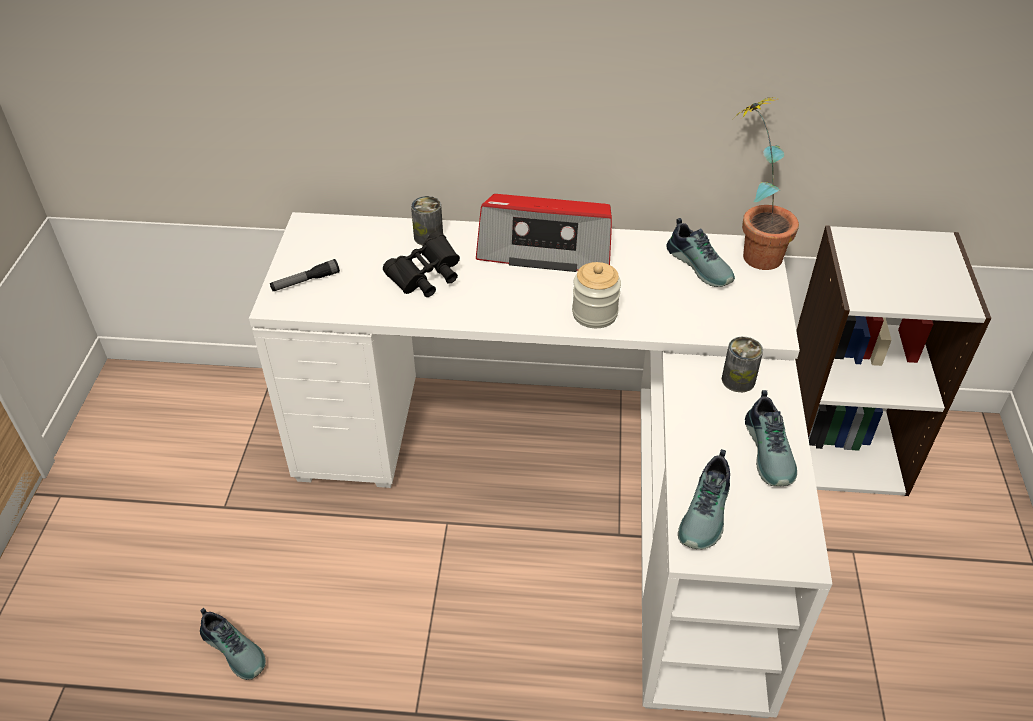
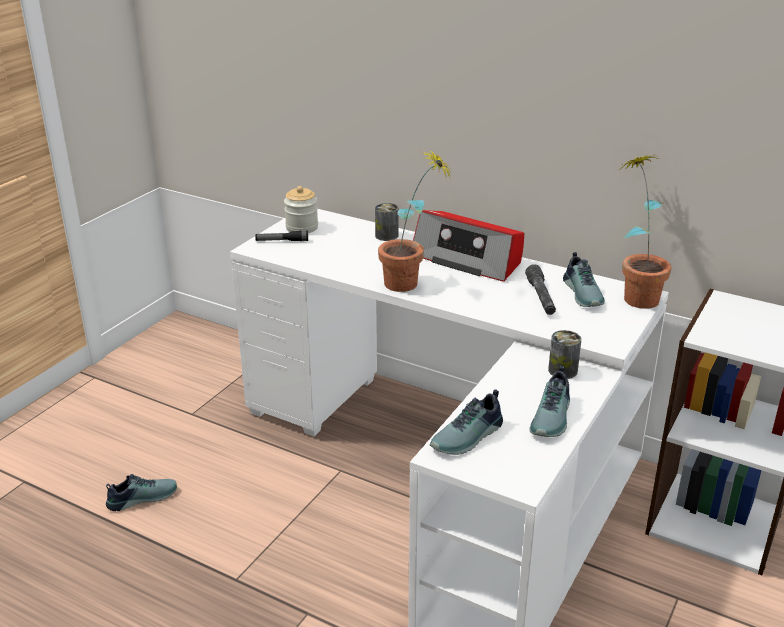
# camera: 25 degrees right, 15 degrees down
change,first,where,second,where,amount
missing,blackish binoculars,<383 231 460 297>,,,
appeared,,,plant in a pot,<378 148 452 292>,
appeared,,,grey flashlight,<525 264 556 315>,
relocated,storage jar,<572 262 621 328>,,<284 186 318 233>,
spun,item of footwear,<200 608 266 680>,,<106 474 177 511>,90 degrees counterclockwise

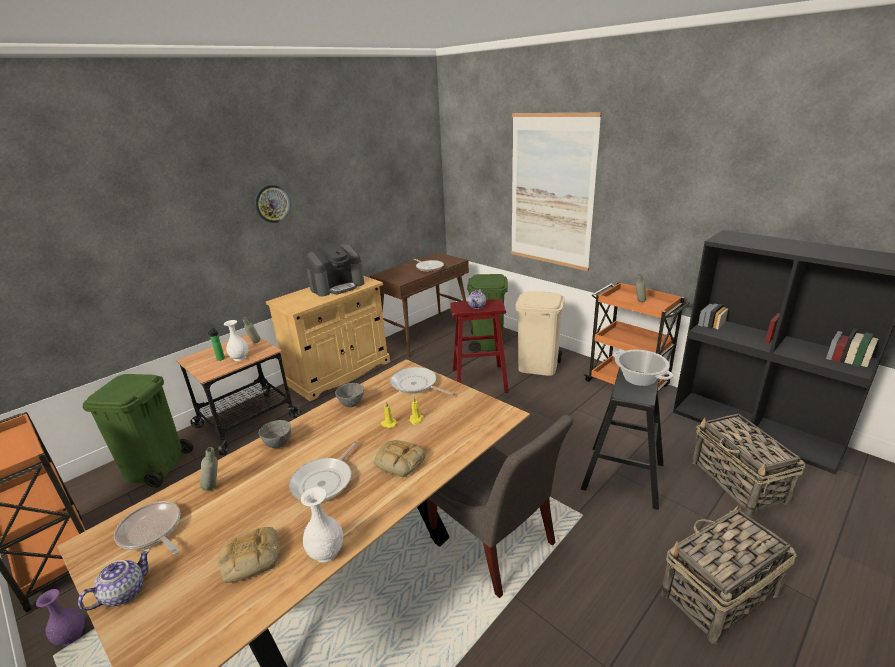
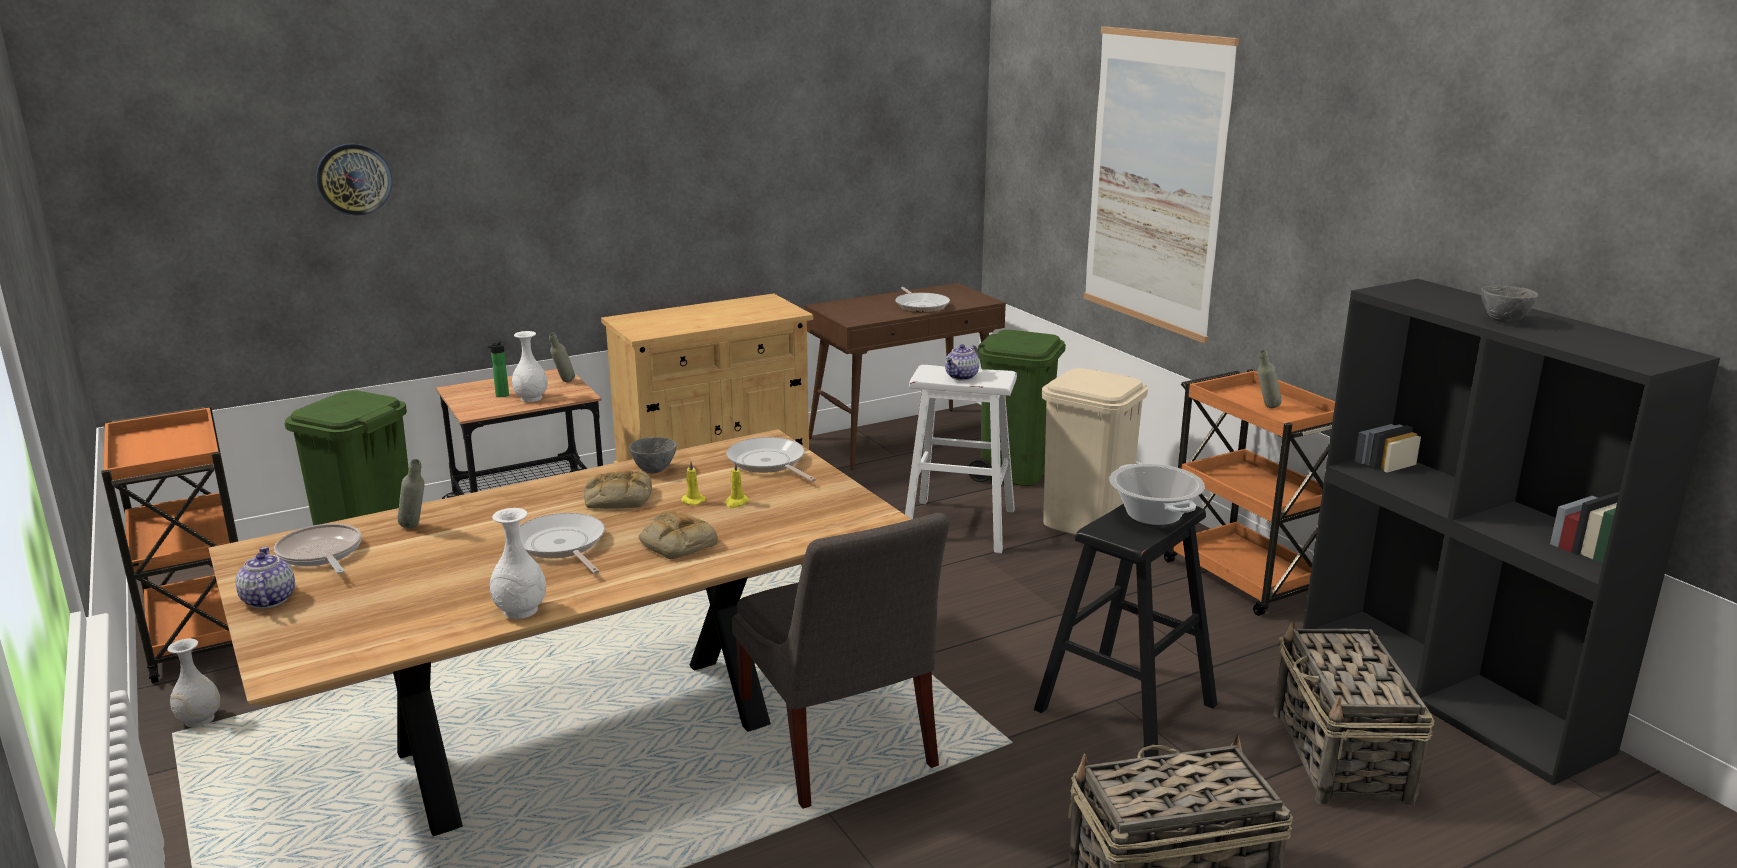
# camera: 15 degrees right, 5 degrees down
change,first,where,second,where,amount
missing,coffee maker,<305 243 364 296>,,,
relocated,bread,<219 527 279 583>,,<584 470 652 509>,
relocated,hanging clock,<255 185 291 223>,,<316 143 392 216>,
relocated,grey deep dish,<259 420 291 448>,,<1481 286 1538 323>,
colour,purple decorative vase,<36 589 85 646>,whitish decorative vase,<168 638 220 728>,
colour,red stool,<451 299 509 393>,whitish stool,<905 365 1017 553>,
spun,pot for tea,<78 549 150 611>,,<235 547 295 609>,75 degrees counterclockwise
spun,skillet,<289 440 359 501>,,<519 513 605 574>,105 degrees clockwise

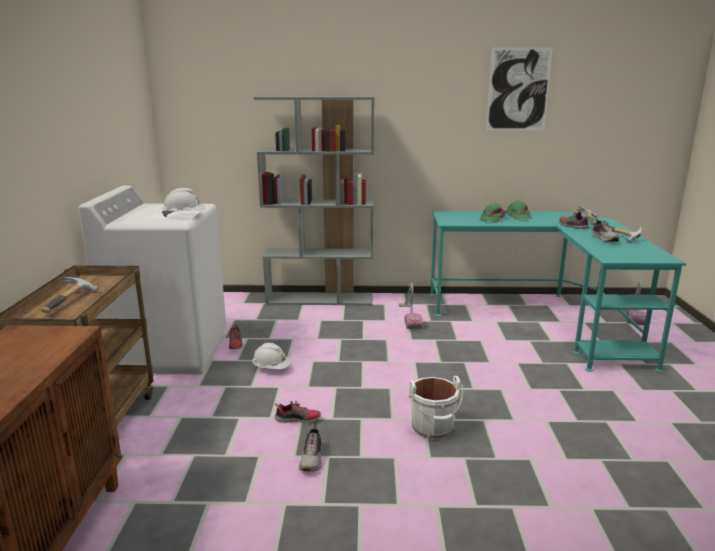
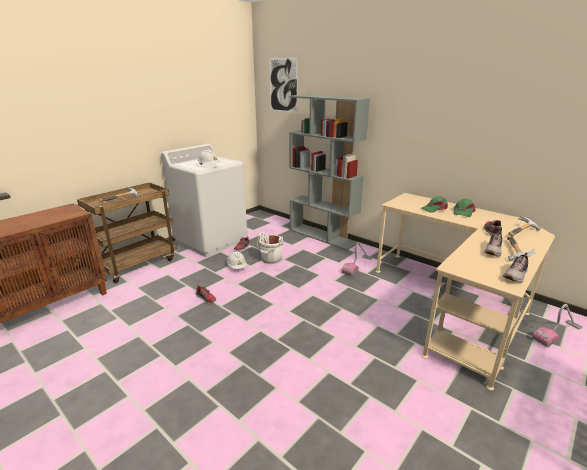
# camera: 40 degrees right, 5 degrees up
change,first,where,second,where,amount
relocated,item of footwear,<299 424 322 471>,,<503 253 528 283>,
relocated,whitish water bucket,<409 376 463 440>,,<257 232 283 264>,
relocated,wall art,<486 47 553 130>,,<269 57 298 113>,
colour,blue-green desk unit,<429 211 686 372>,sand-coloured desk unit,<376 193 555 391>,

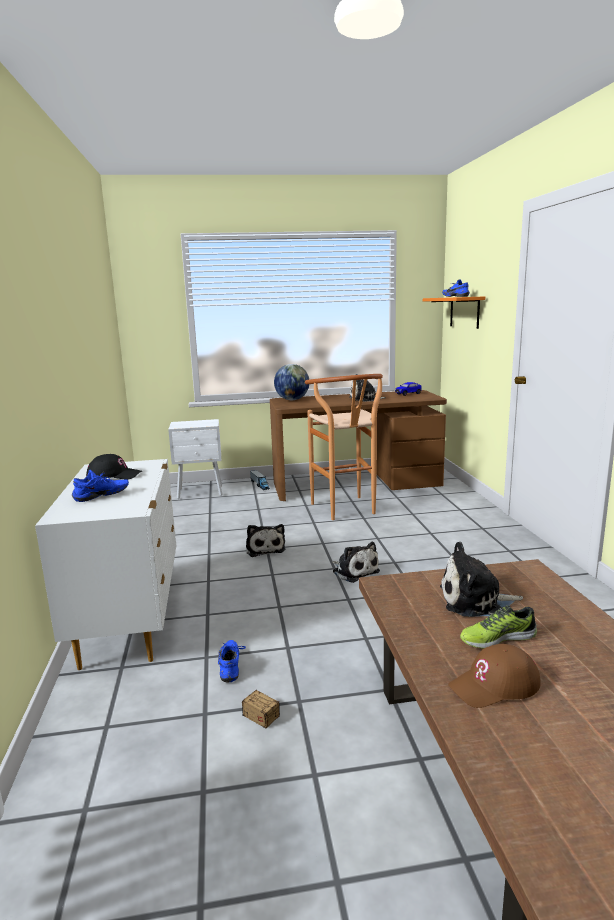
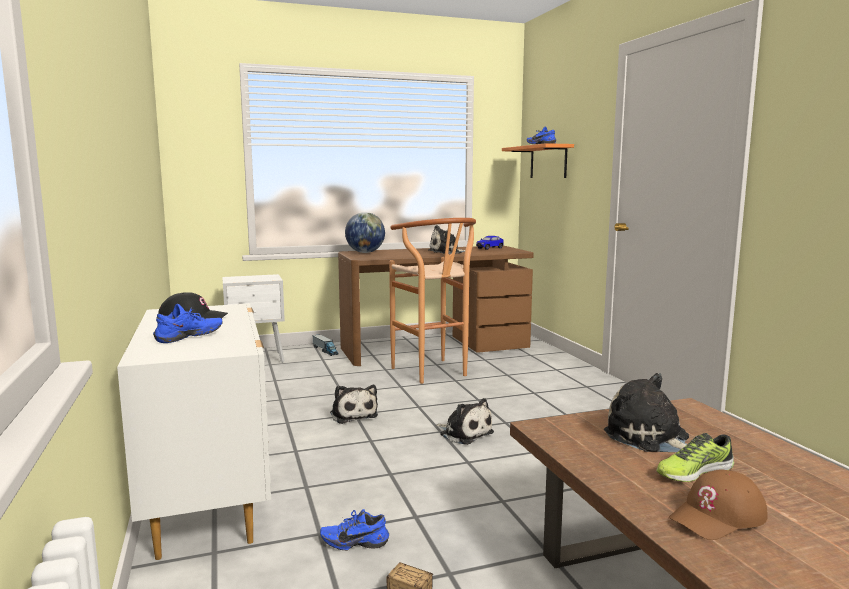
# camera: 10 degrees left, 5 degrees down
change,first,where,second,where,amount
spun,bluish item of footwear,<218 640 246 683>,,<320 509 389 551>,75 degrees counterclockwise
spun,plush toy,<440 542 523 617>,,<604 373 689 452>,60 degrees clockwise

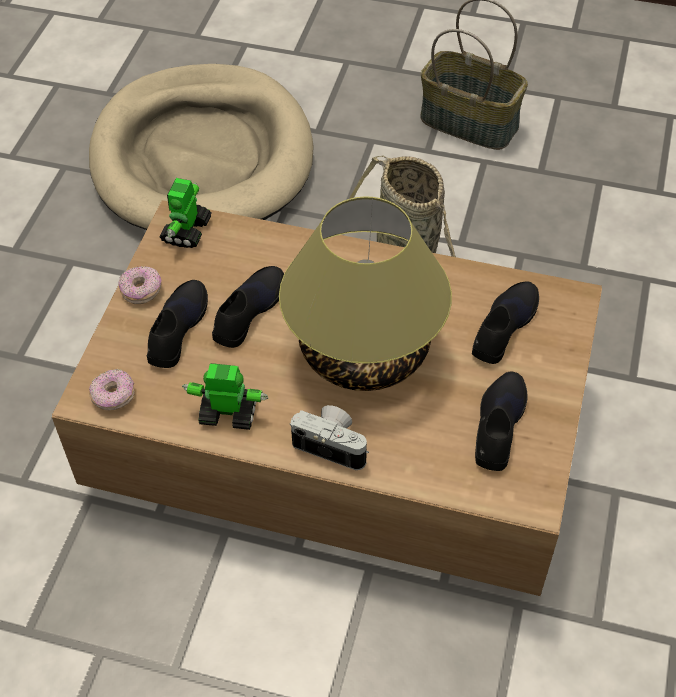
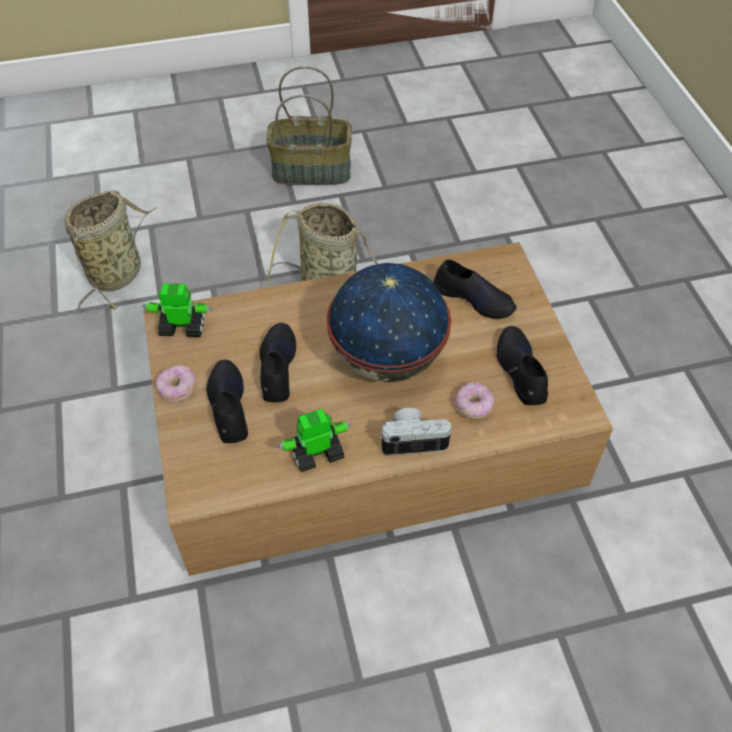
# camera: 30 degrees left, 0 degrees up
change,first,where,second,where,amount
relocated,doughnut,<89 369 135 410>,,<455 383 494 419>,
exchanged,sand-coloured dog cushion,<89 64 314 230>,basket,<65 191 157 314>,
exchanged,table lamp,<279 196 452 391>,world globe,<327 263 451 382>,
spun,toy robot,<160 178 212 248>,,<143 284 213 337>,105 degrees clockwise
spun,blackish item of footwear,<472 281 539 364>,,<433 260 517 319>,120 degrees clockwise

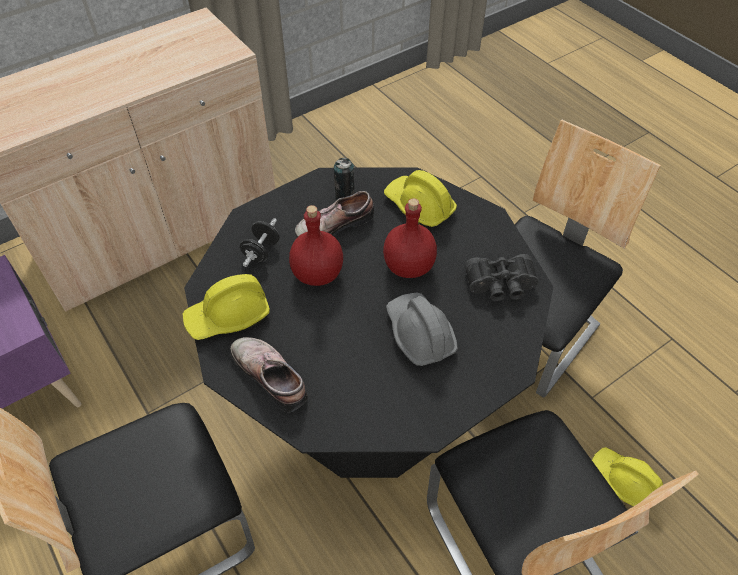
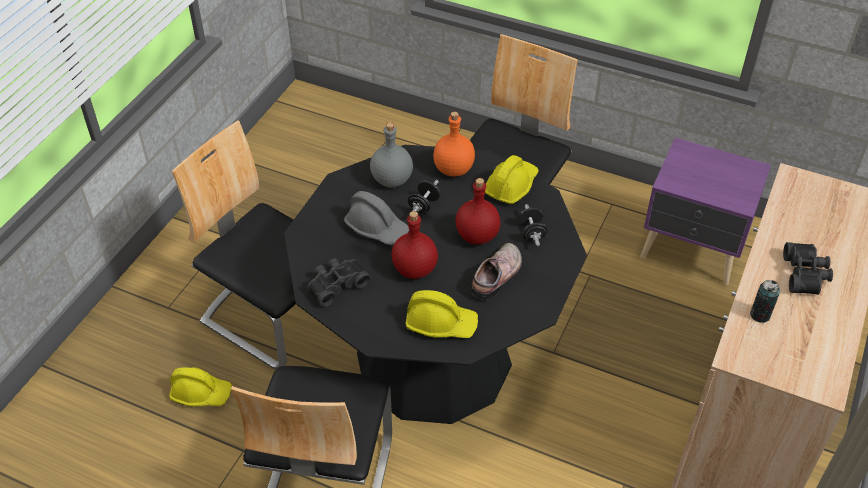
# camera: 150 degrees right, 5 degrees down
change,first,where,second,where,amount
appeared,,,grey drink bottle,<370 122 413 188>,
appeared,,,blackish free weight,<408 180 440 214>,
appeared,,,blackish binoculars,<783 242 833 295>,
relocated,metal can,<334 158 354 200>,,<750 280 780 323>,
exchanged,item of footwear,<230 337 308 412>,orange-coloured drink bottle,<433 112 475 177>,

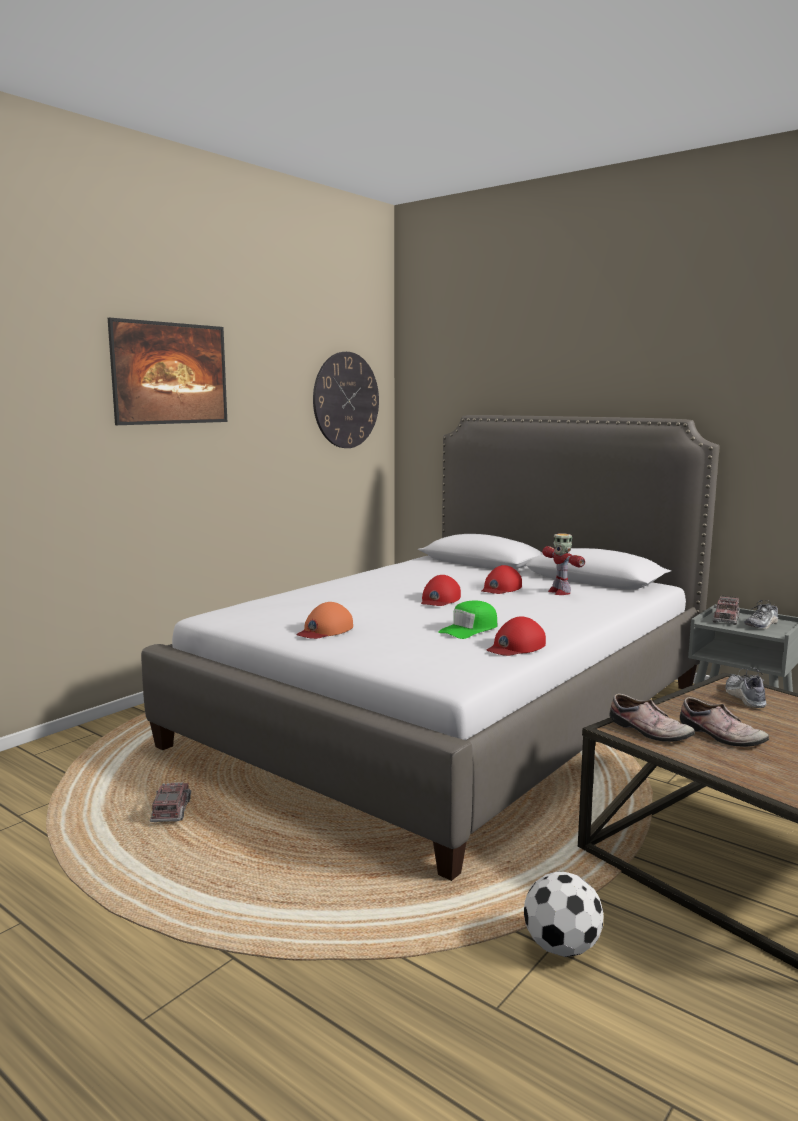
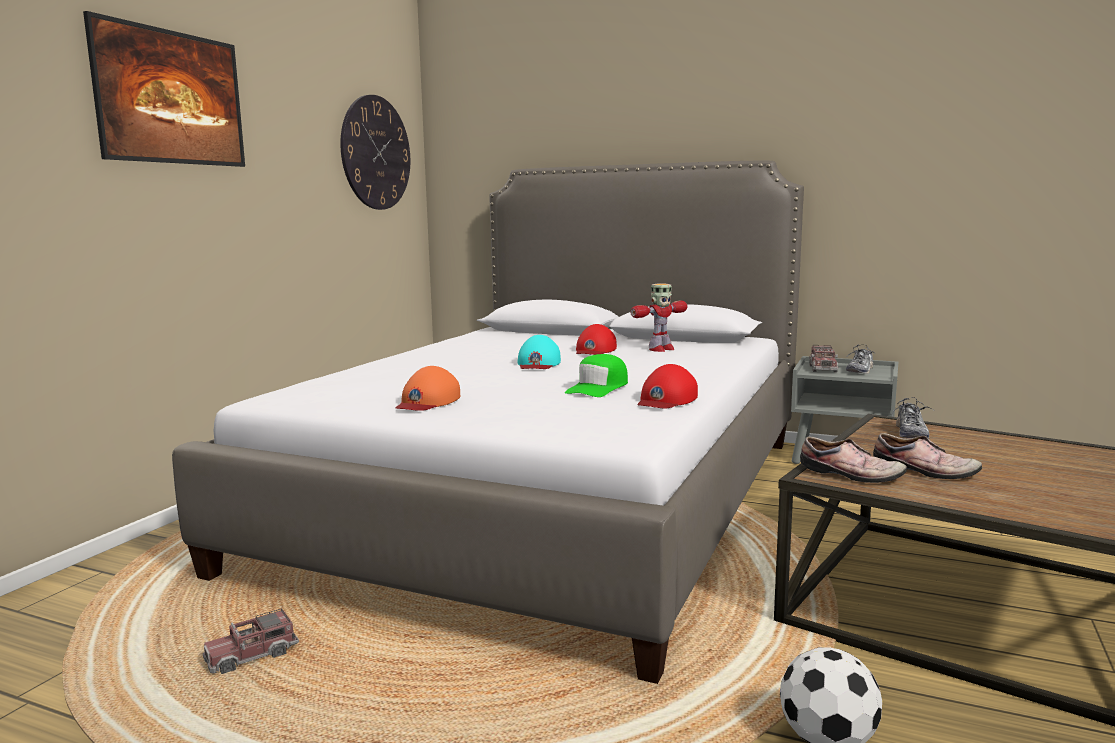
# camera: 15 degrees left, 0 degrees up
change,first,where,second,where,amount
colour,red peaked cap,<421 575 461 606>,blue-green peaked cap,<517 335 561 369>,
spun,model truck,<150 782 191 822>,,<203 609 299 674>,105 degrees counterclockwise
spun,toy robot,<542 534 585 595>,,<630 283 688 352>,90 degrees counterclockwise
spun,item of footwear,<725 667 767 708>,,<892 397 933 439>,150 degrees counterclockwise

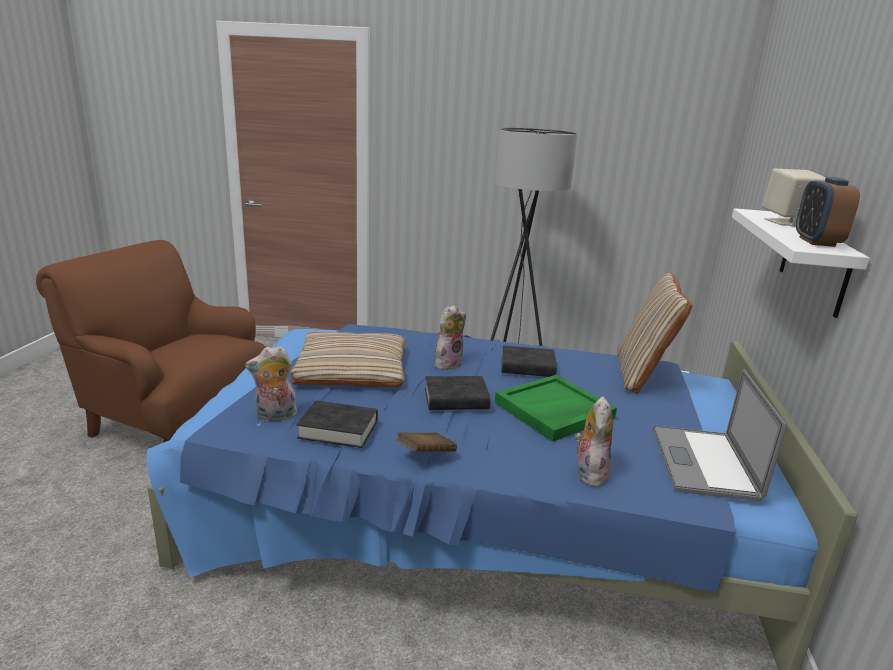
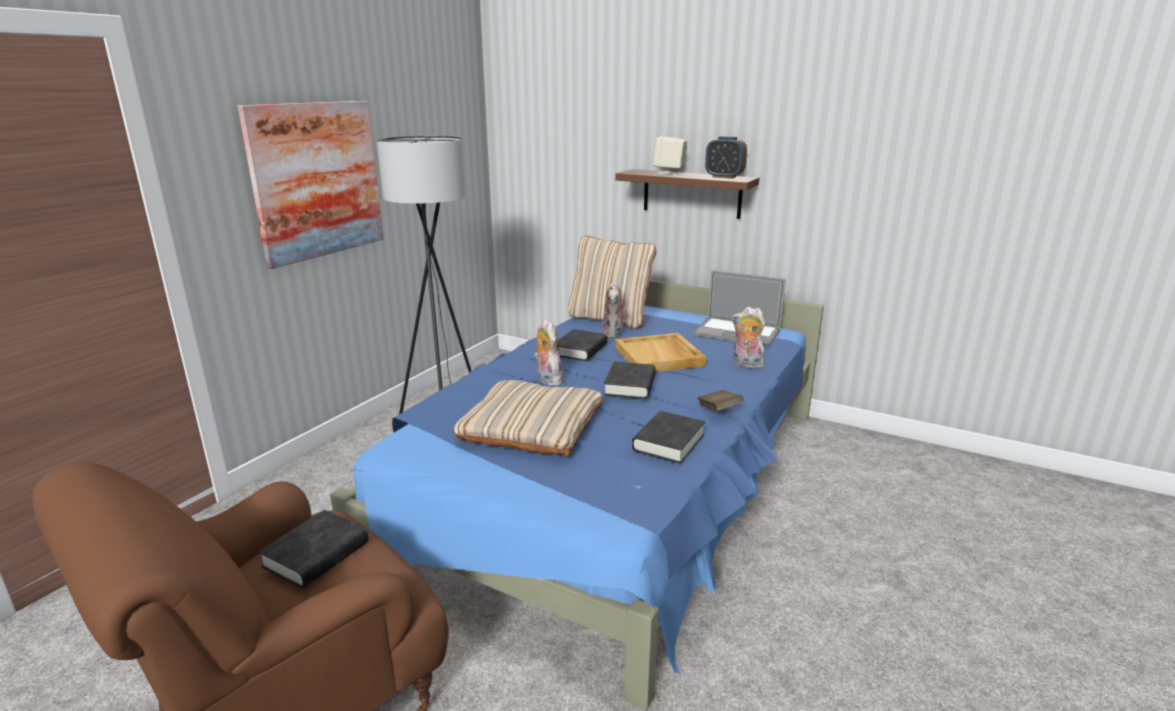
# camera: 70 degrees left, 0 degrees up
change,first,where,second,where,amount
appeared,,,wall art,<238 101 383 269>,
appeared,,,blackish book,<258 510 369 588>,
relocated,plush toy,<245 346 297 421>,,<602 281 627 339>,
colour,greenish serving tray,<495 375 617 442>,sand-coloured serving tray,<615 333 706 372>,
colour,whitish wall shelf,<732 208 870 318>,brownish wall shelf,<615 169 759 219>,

